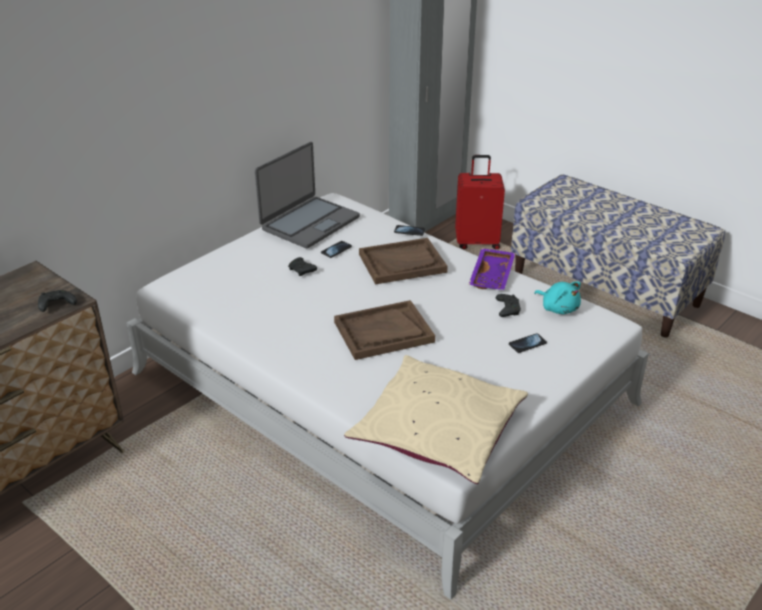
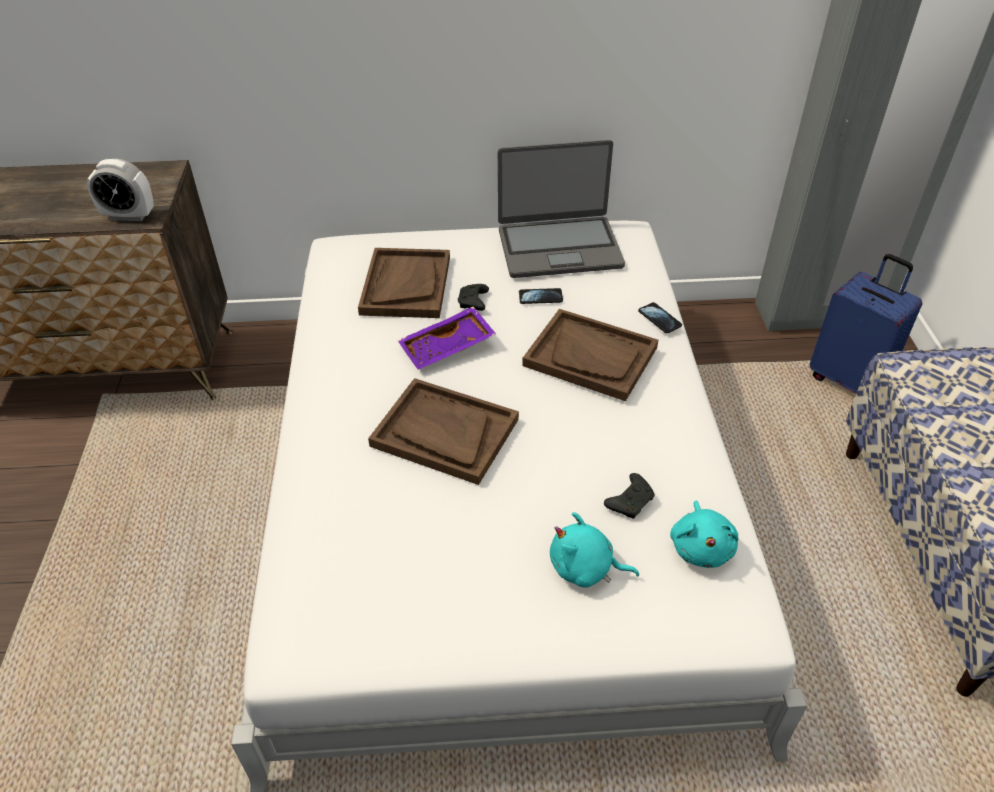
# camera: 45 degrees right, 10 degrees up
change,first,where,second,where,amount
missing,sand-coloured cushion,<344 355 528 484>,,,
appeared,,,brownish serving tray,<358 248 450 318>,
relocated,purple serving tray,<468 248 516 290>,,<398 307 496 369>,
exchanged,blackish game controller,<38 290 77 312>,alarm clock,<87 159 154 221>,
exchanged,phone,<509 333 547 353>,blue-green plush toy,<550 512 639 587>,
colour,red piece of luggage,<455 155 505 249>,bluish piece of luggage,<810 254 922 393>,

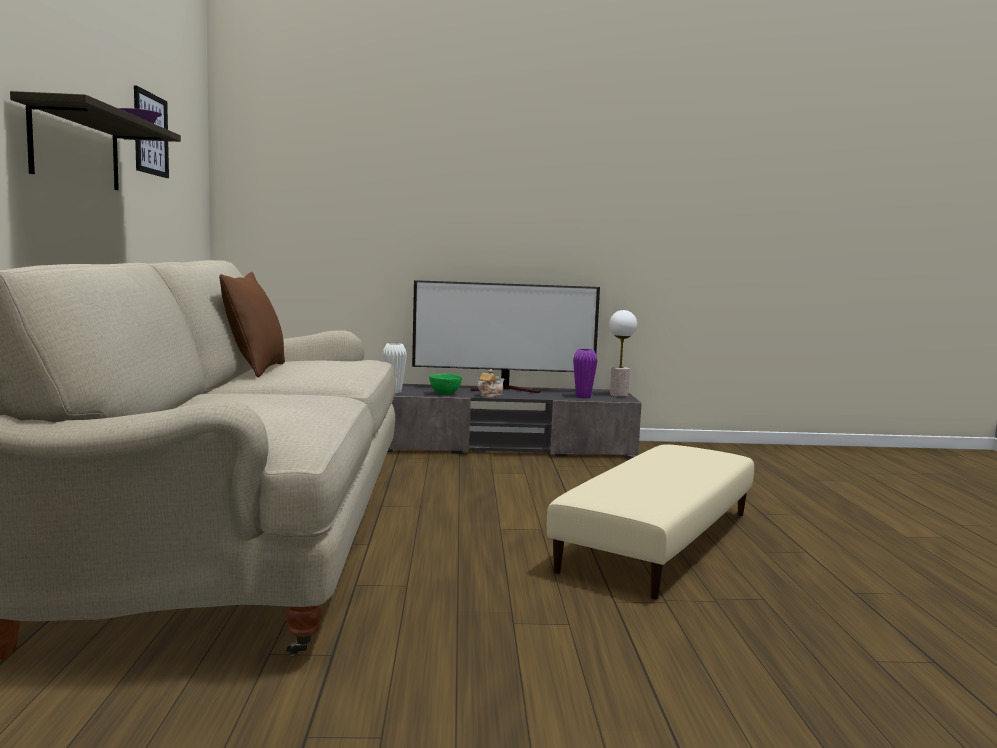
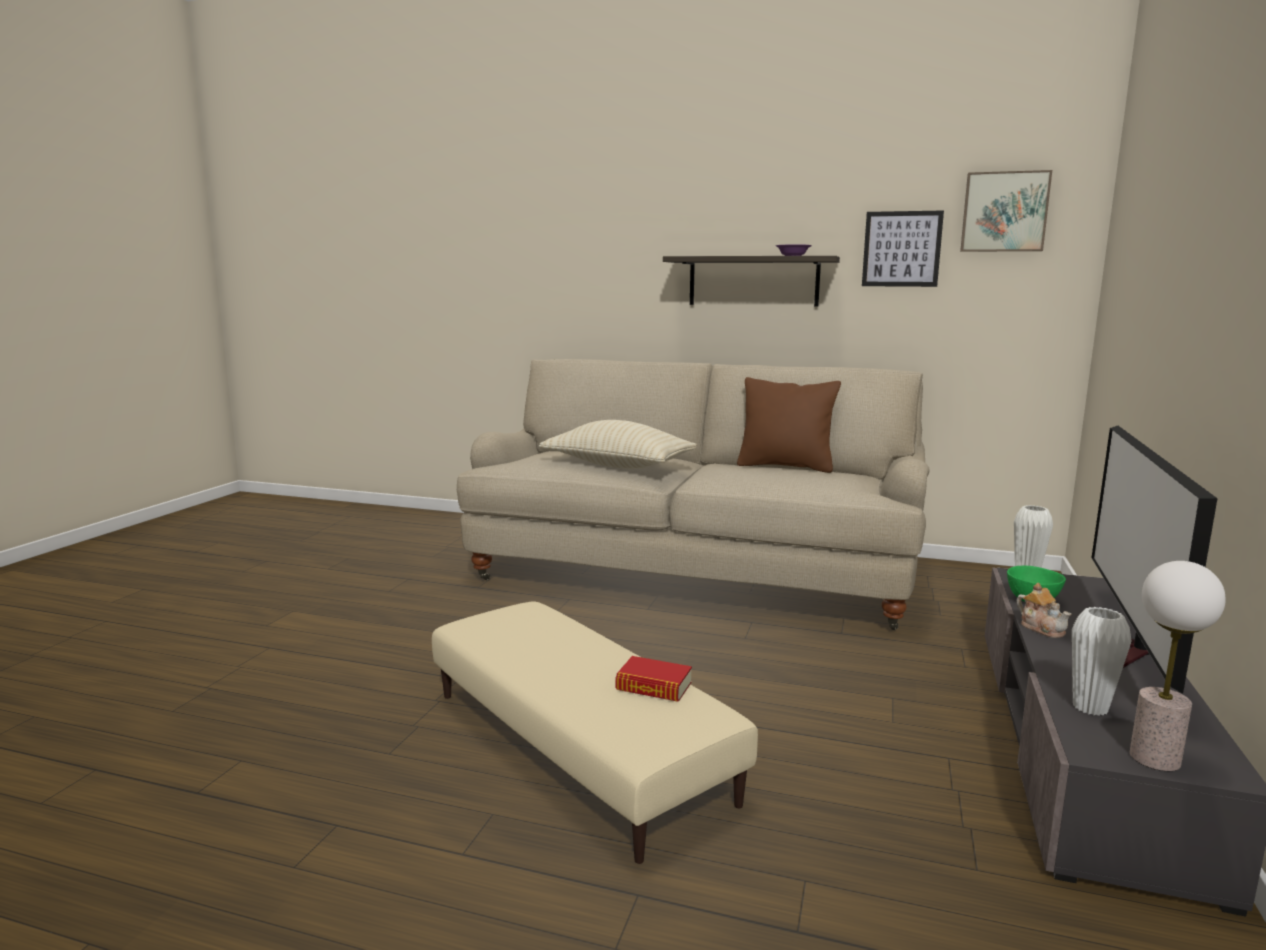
# camera: 110 degrees right, 5 degrees up
change,first,where,second,where,amount
appeared,,,sand-coloured cushion,<539 420 697 469>,
appeared,,,book,<616 656 692 702>,
appeared,,,wall art,<960 170 1052 252>,
colour,purple decorative vase,<573 349 597 398>,whitish decorative vase,<1072 607 1131 716>,

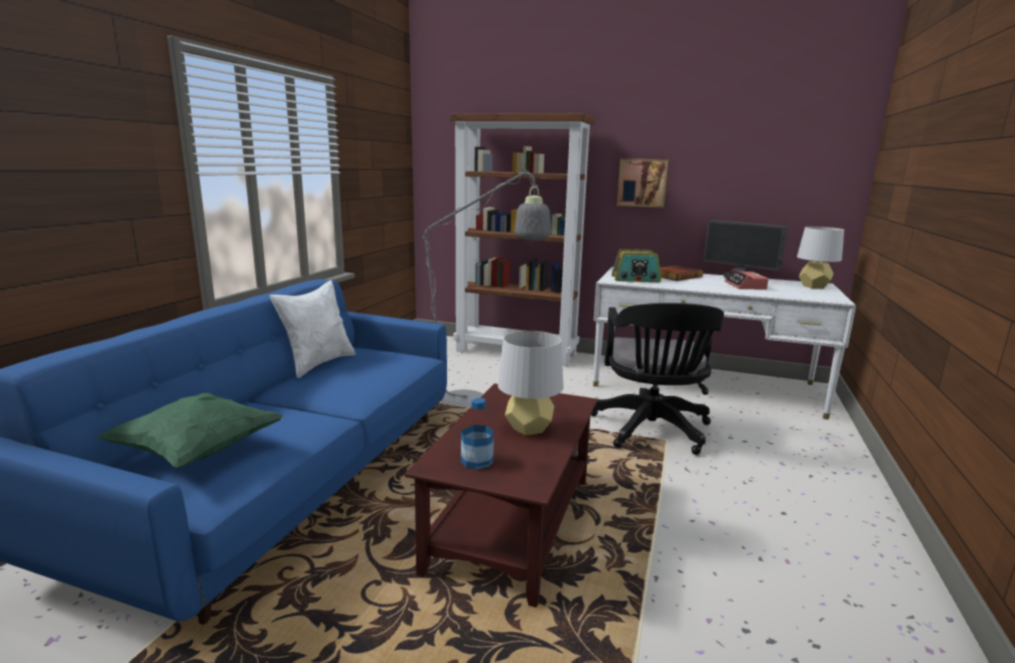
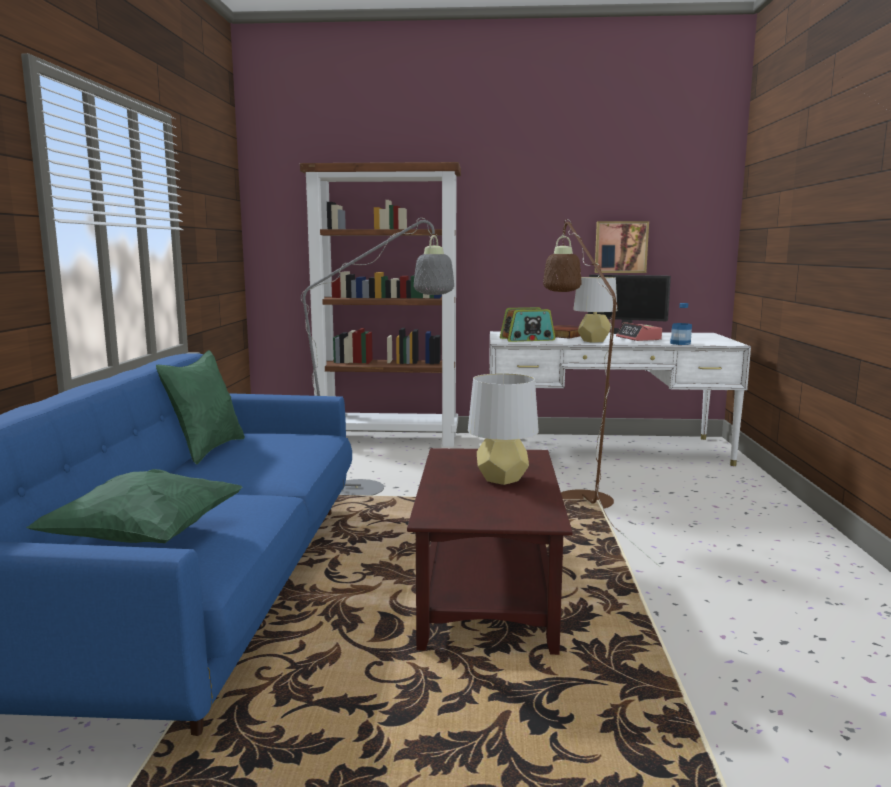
# camera: 15 degrees left, 5 degrees down
change,first,where,second,where,amount
relocated,drink bottle,<461 398 493 470>,,<670 303 692 345>,
relocated,wall art,<617 158 668 208>,,<595 221 649 273>,
relocated,grey table lamp,<797 226 844 289>,,<573 277 617 343>,
exchanged,blackish office chair,<591 303 724 455>,brownish standard lamp,<543 219 660 567>,
colour,whitish cushion,<269 280 356 378>,greenish cushion,<156 350 245 465>,

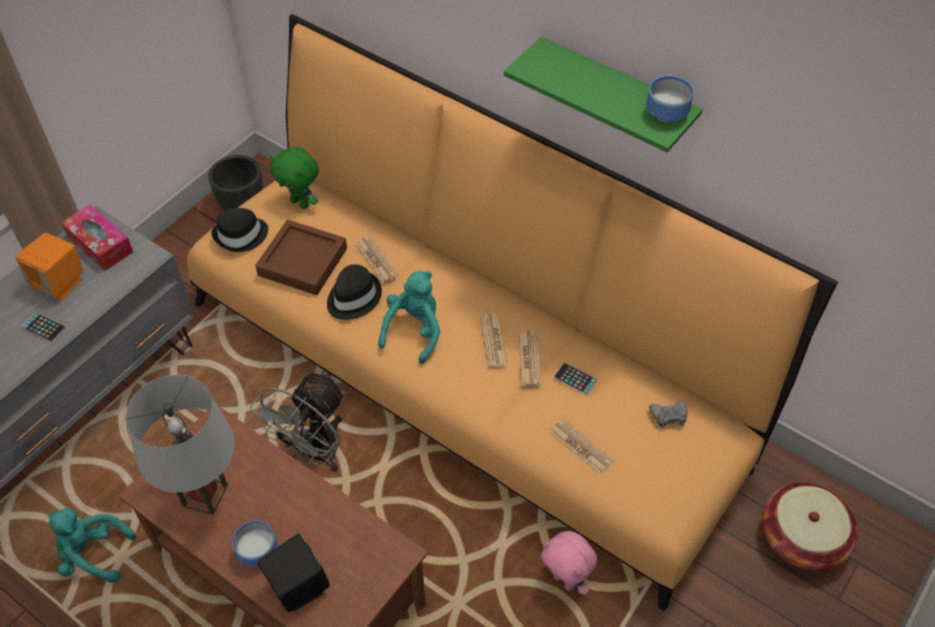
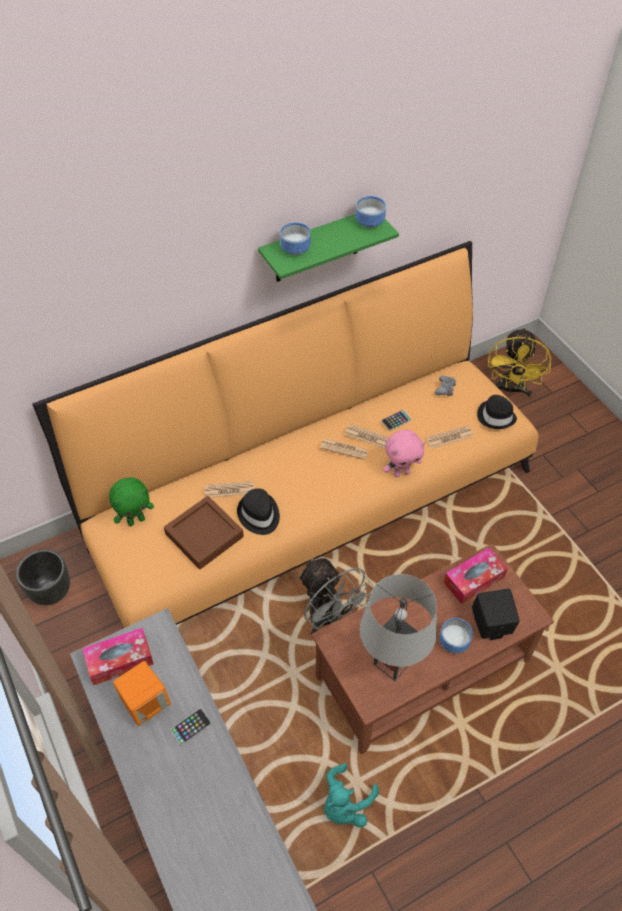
# camera: 65 degrees left, 0 degrees up
change,first,where,second,where,amount
missing,blue-green plush toy,<378 271 440 364>,,,
appeared,,,deep dish,<280 222 311 255>,
appeared,,,tissue box,<444 548 508 604>,
relocated,blackish wearable hat,<211 208 268 252>,,<477 395 517 429>,
relocated,pink-coloured plush toy,<541 531 597 595>,,<383 430 425 477>,
exchanged,basket,<762 483 858 571>,yellow electric fan,<488 327 551 397>,

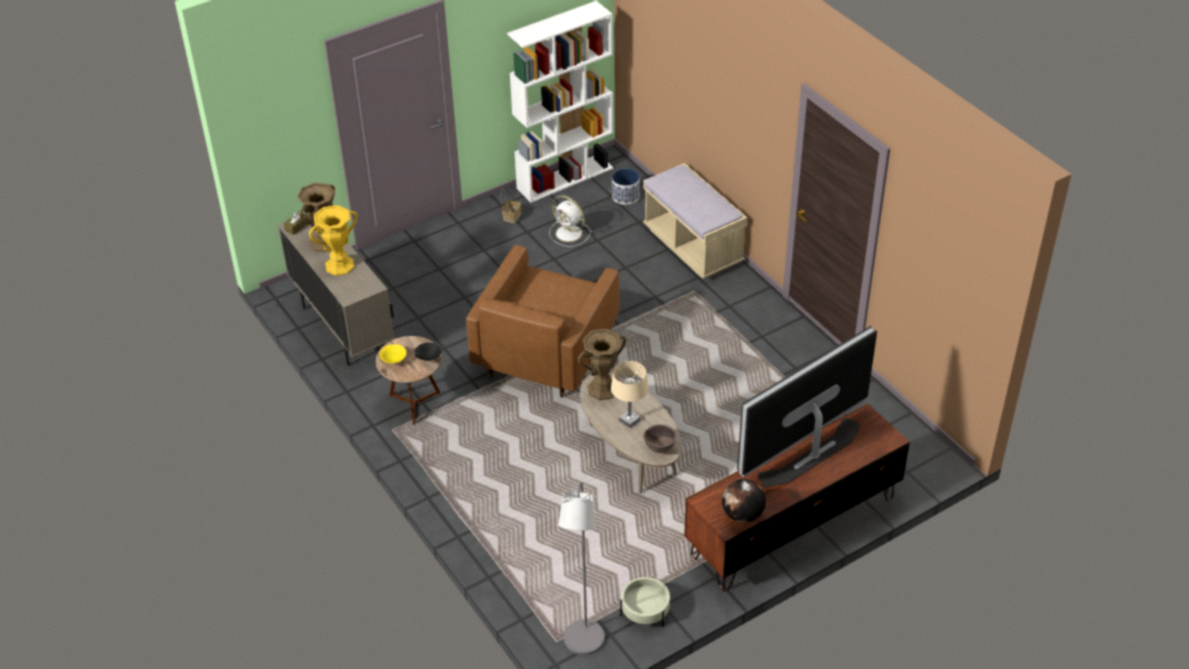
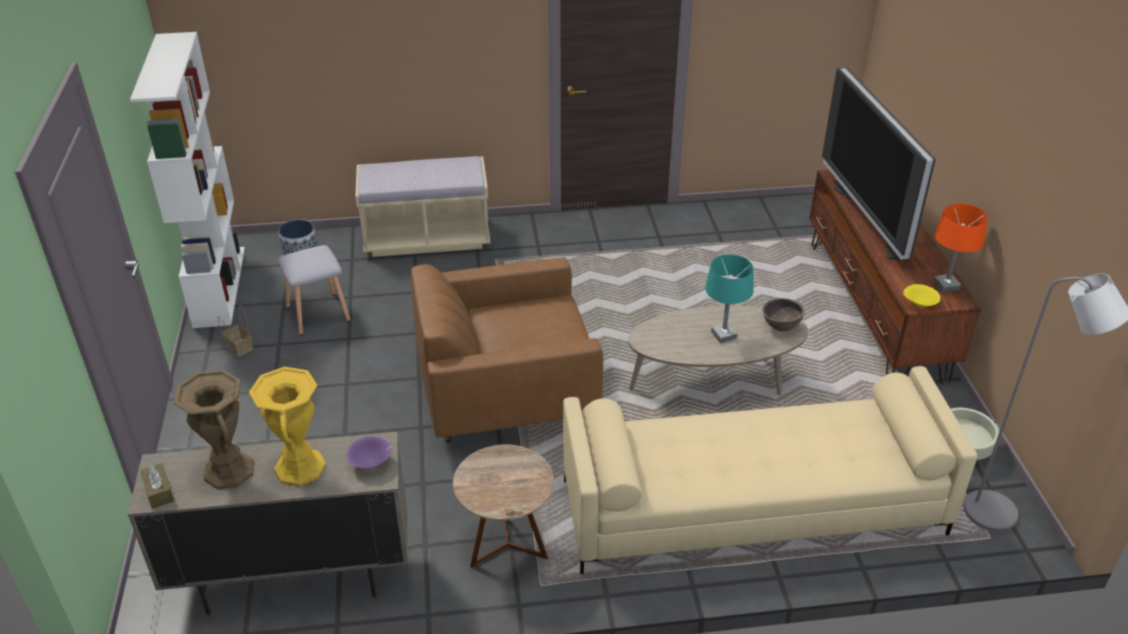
# camera: 65 degrees left, 5 degrees down
change,first,where,second,where,amount
missing,blackish deep dish,<414 342 441 361>,,,
missing,brownish decorative vase,<578 329 626 400>,,,
appeared,,,purple deep dish,<347 436 392 468>,
appeared,,,sand-coloured settee,<563 366 977 574>,
relocated,yellow deep dish,<380 344 406 363>,,<903 284 941 307>,
exchanged,whitish electric fan,<549 195 590 247>,grey stool,<278 245 350 335>,
exchanged,world globe,<722 479 766 523>,orange-coloured table lamp,<933 203 988 292>,
colour,sand-coloured table lamp,<611 361 649 428>,blue-green table lamp,<705 254 753 343>,
spun,brownish easy chair,<466 245 620 397>,,<411 257 603 443>,120 degrees clockwise

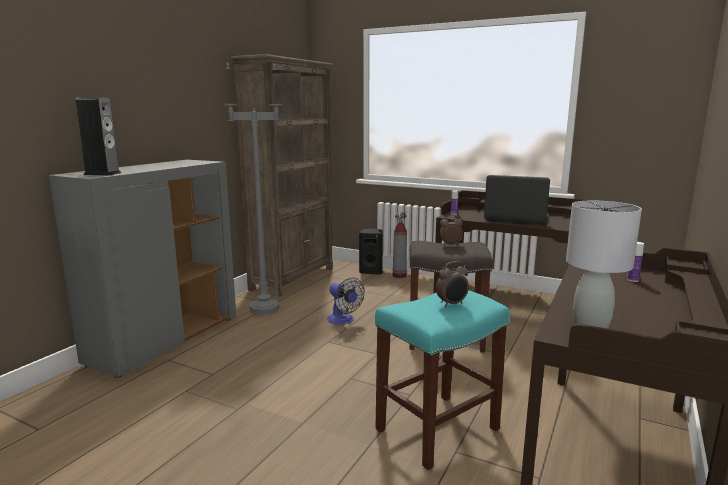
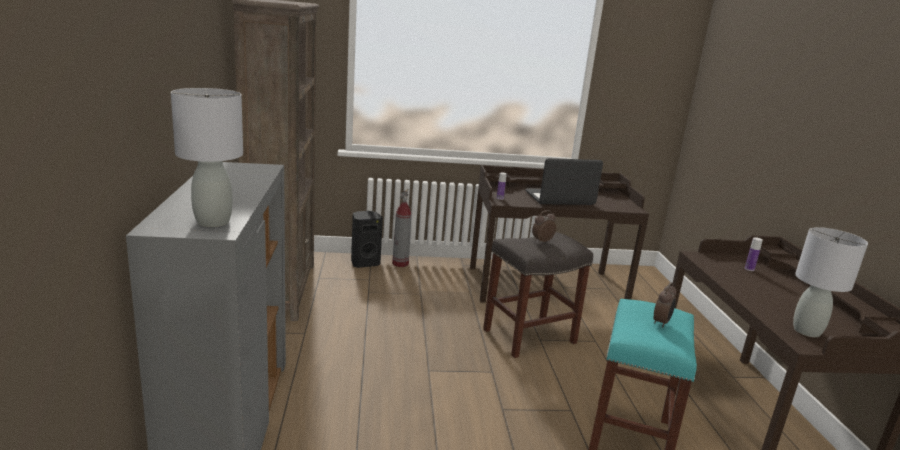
# camera: 35 degrees left, 5 degrees up
change,first,where,second,where,amount
missing,grey standard lamp,<223 62 283 315>,,,
missing,electric fan,<327 278 365 325>,,,
exchanged,audio speaker,<75 98 121 176>,grey table lamp,<171 88 243 227>,

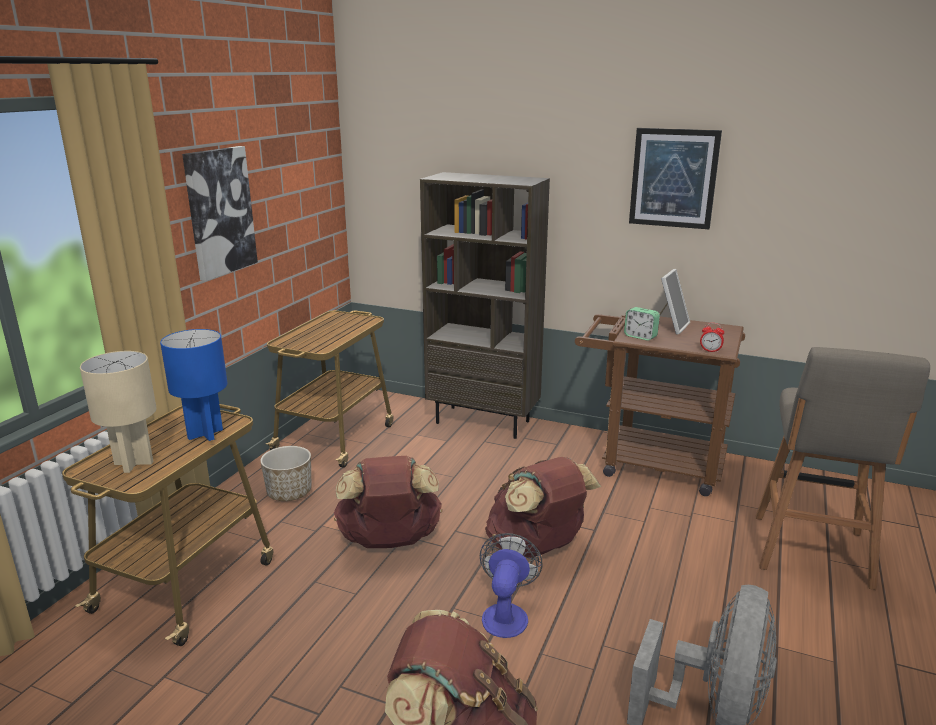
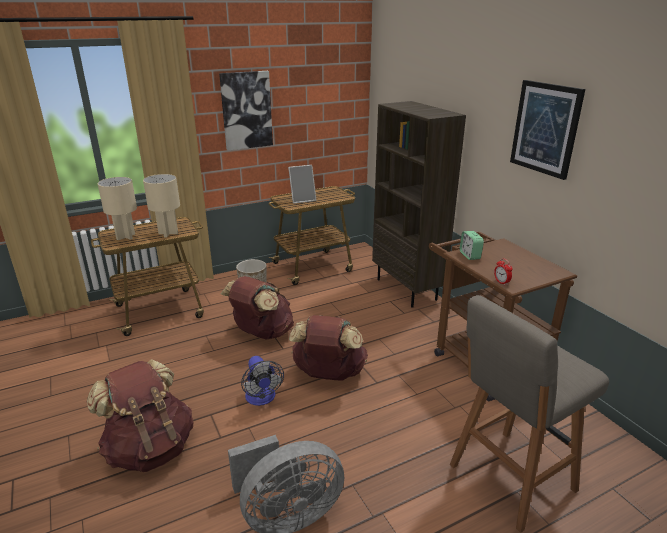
# camera: 40 degrees right, 5 degrees up
change,first,where,second,where,amount
relocated,picture frame,<659 269 690 334>,,<288 165 317 204>,
colour,bluish table lamp,<160 329 227 441>,sand-coloured table lamp,<143 174 180 237>,
spun,electric fan,<480 533 543 638>,,<241 356 284 406>,105 degrees clockwise

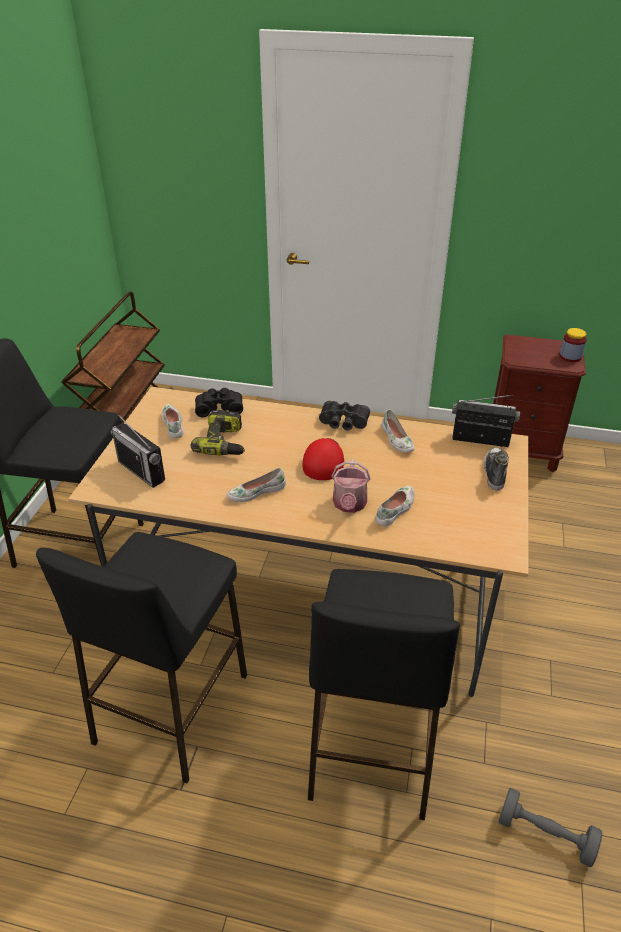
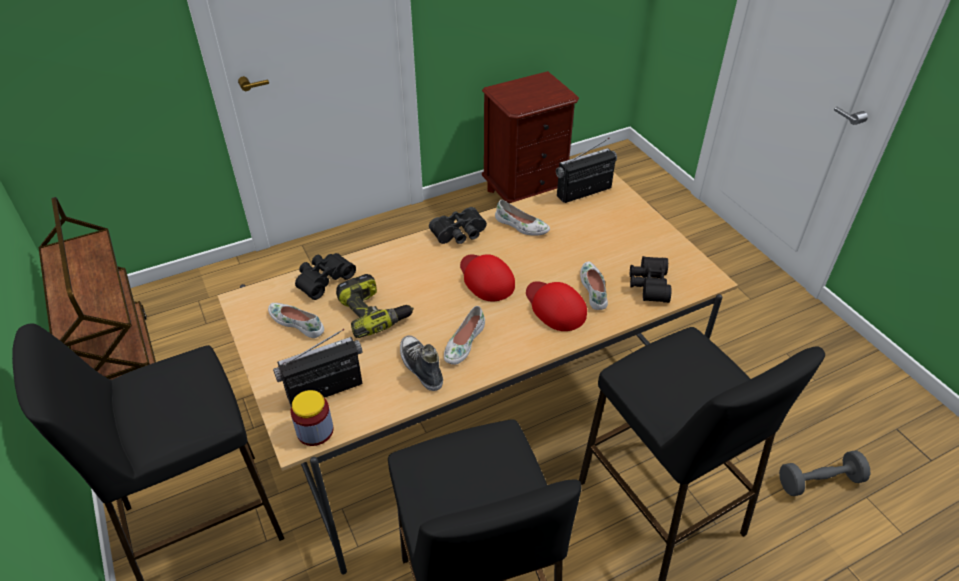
# camera: 40 degrees left, 5 degrees up
change,first,where,second,where,amount
appeared,,,blackish binoculars,<630 256 671 303>,
relocated,item of footwear,<484 447 509 490>,,<400 335 443 391>,
relocated,storage jar,<560 328 587 362>,,<290 390 333 446>,
exchanged,sprinkling can,<331 459 371 513>,red peaked cap,<526 281 587 331>,
spun,radio receiver,<111 413 165 488>,,<273 329 363 407>,150 degrees clockwise

